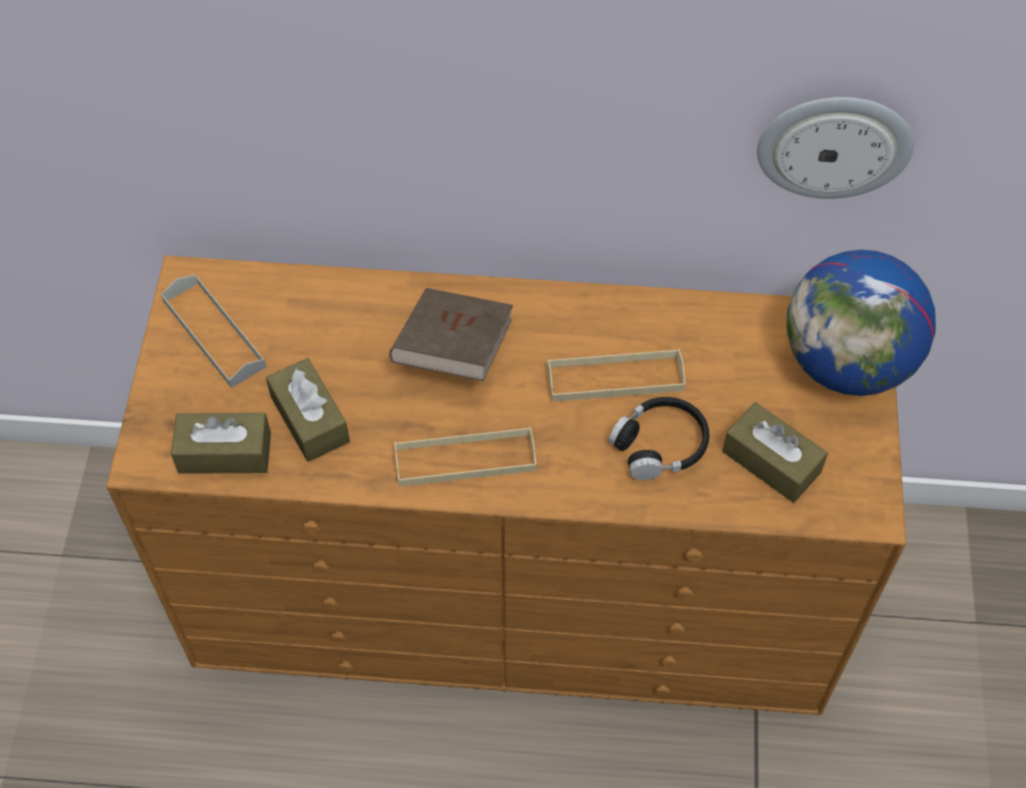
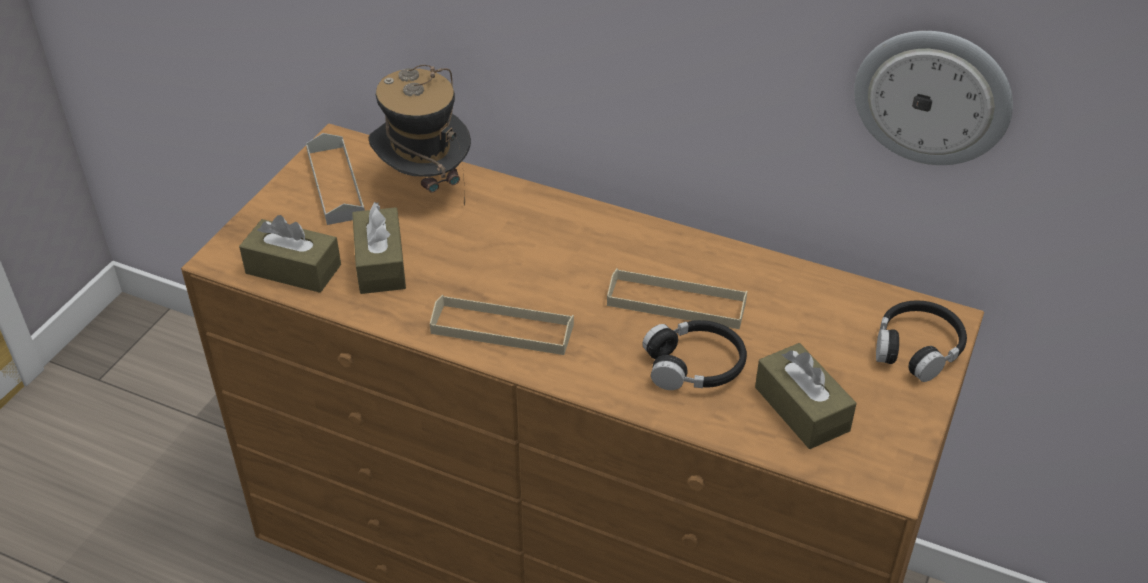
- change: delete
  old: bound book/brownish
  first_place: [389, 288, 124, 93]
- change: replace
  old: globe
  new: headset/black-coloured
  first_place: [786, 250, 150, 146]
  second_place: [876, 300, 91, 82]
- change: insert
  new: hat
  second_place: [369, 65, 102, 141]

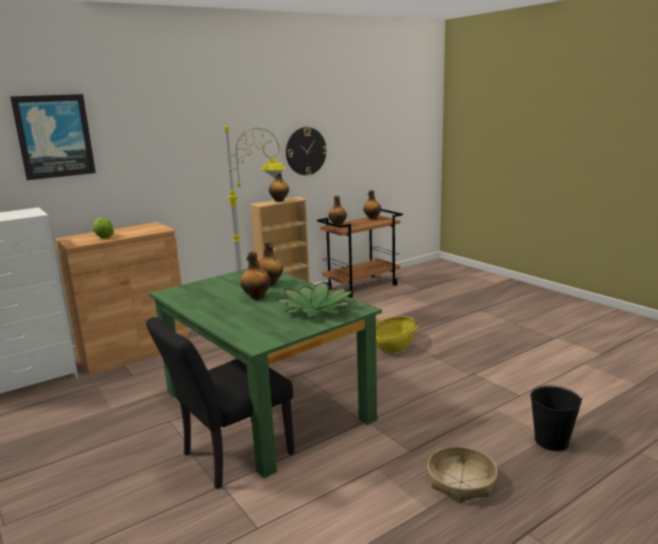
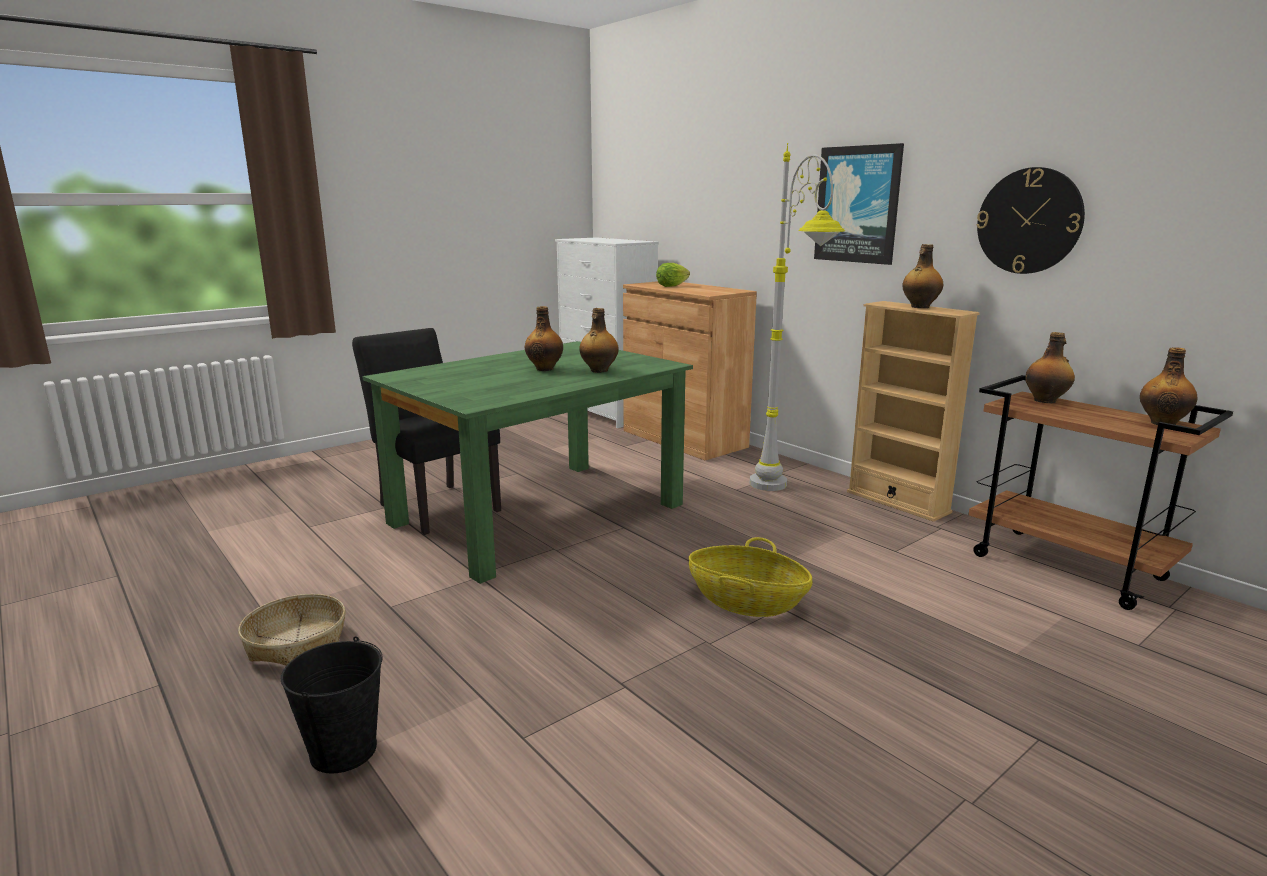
- change: move
  old: wall art
  first_place: [10, 94, 86, 86]
  second_place: [814, 143, 90, 122]
- change: delete
  old: potted plant
  first_place: [277, 282, 77, 36]

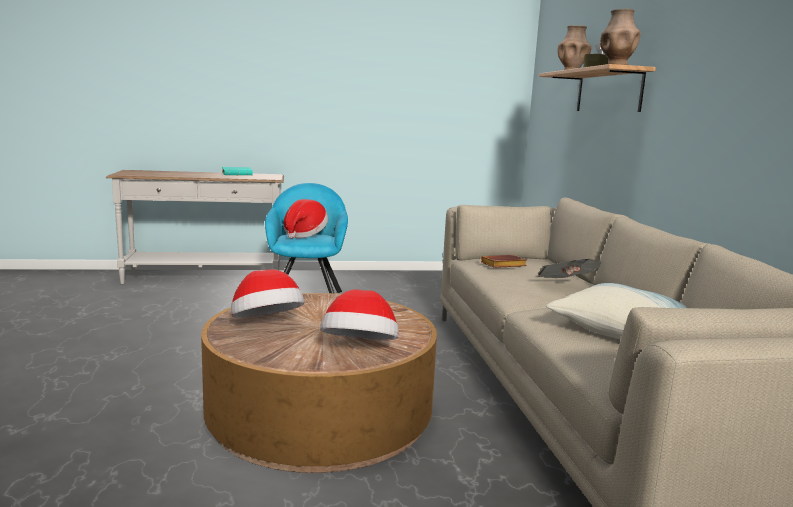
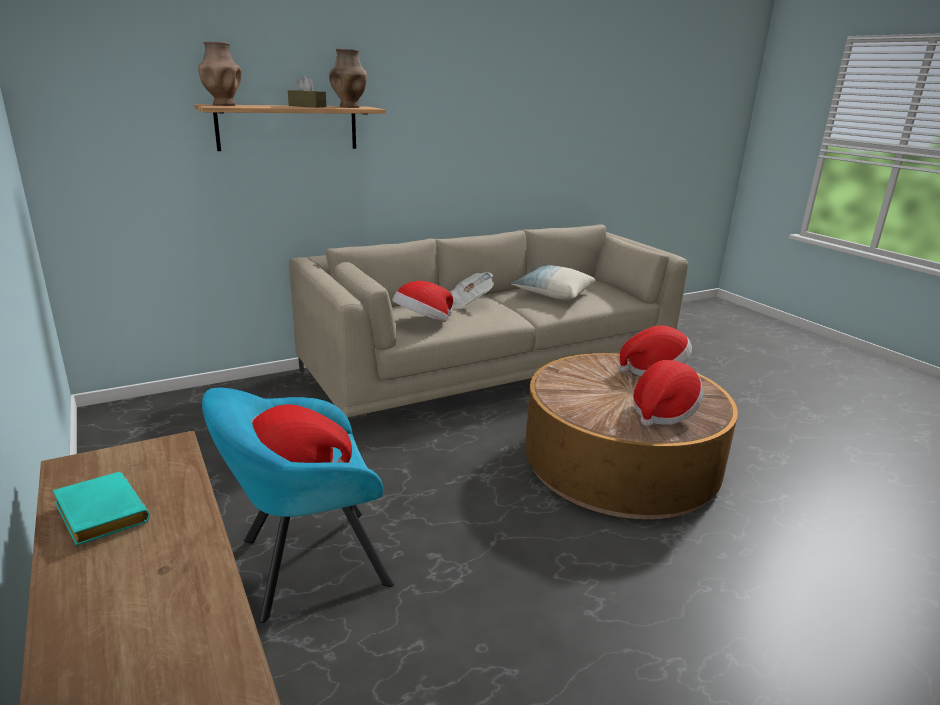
- change: replace
  old: bound book/brownish
  new: hat
  first_place: [481, 255, 46, 13]
  second_place: [392, 281, 61, 41]

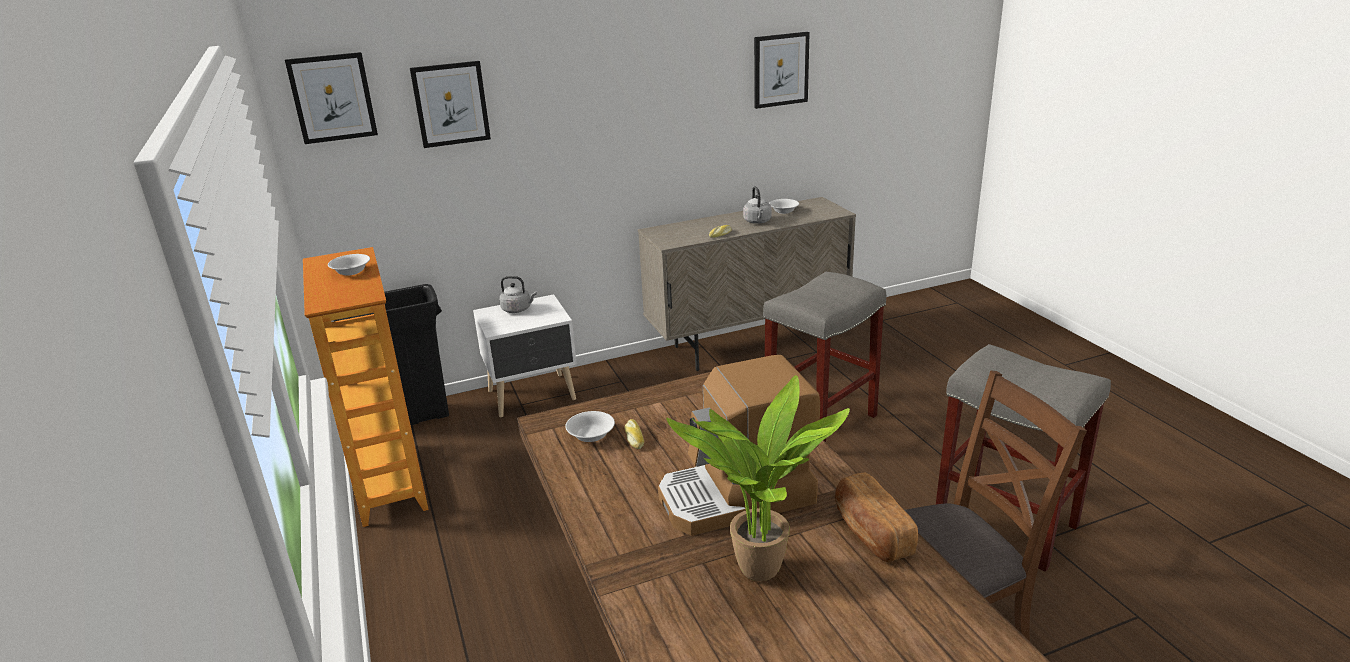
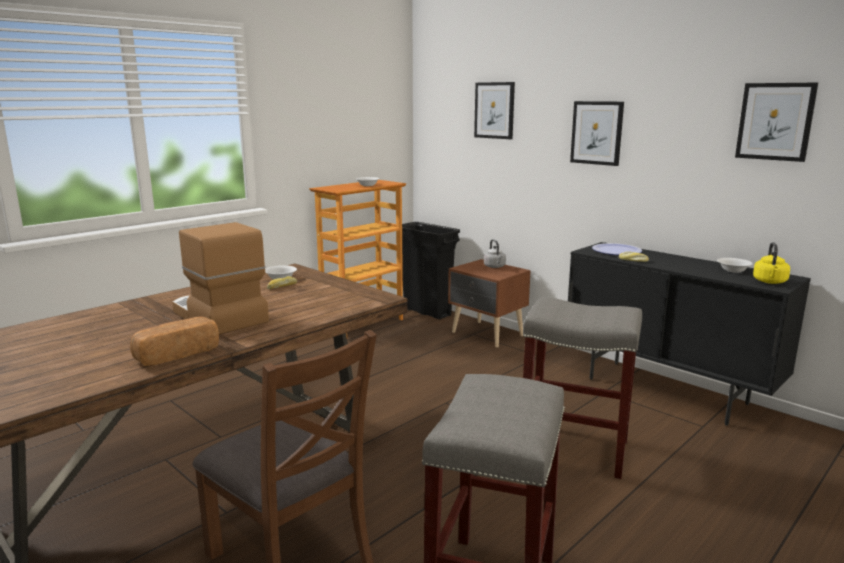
- change: move
  old: wall art
  first_place: [285, 52, 93, 92]
  second_place: [570, 101, 54, 65]
- change: recolor
  old: bedside table/whitish
  new: bedside table/brownish
  first_place: [473, 294, 104, 123]
  second_place: [448, 259, 83, 88]
- change: recolor
  old: storage cabinet/beige
  new: storage cabinet/black-coloured
  first_place: [638, 197, 218, 174]
  second_place: [568, 242, 243, 184]
- change: delete
  old: potted plant
  first_place: [666, 375, 184, 206]
- change: delete
  old: water kettle/greyish
  first_place: [743, 186, 29, 38]
- change: insert
  new: dinner plate
  second_place: [592, 243, 50, 12]
- change: insert
  new: water kettle/yellowish
  second_place: [753, 242, 37, 42]

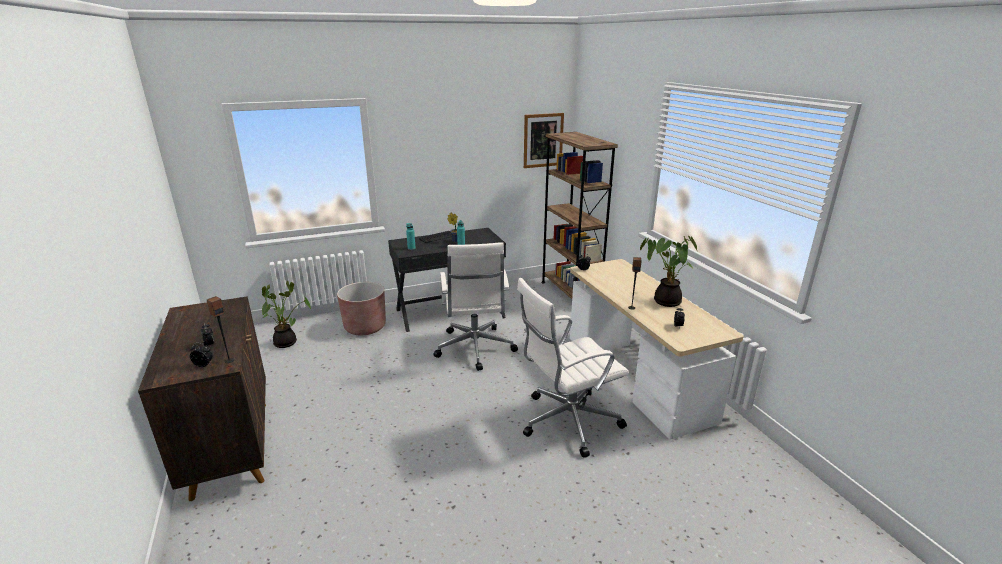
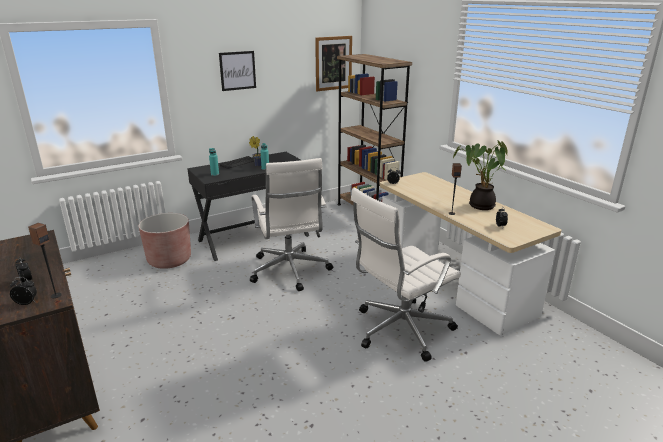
- change: delete
  old: potted plant
  first_place: [262, 281, 49, 67]
- change: insert
  new: wall art
  second_place: [219, 51, 37, 40]

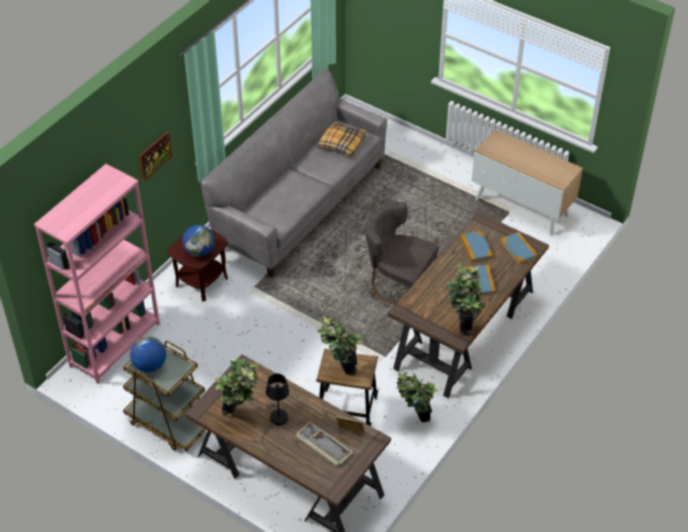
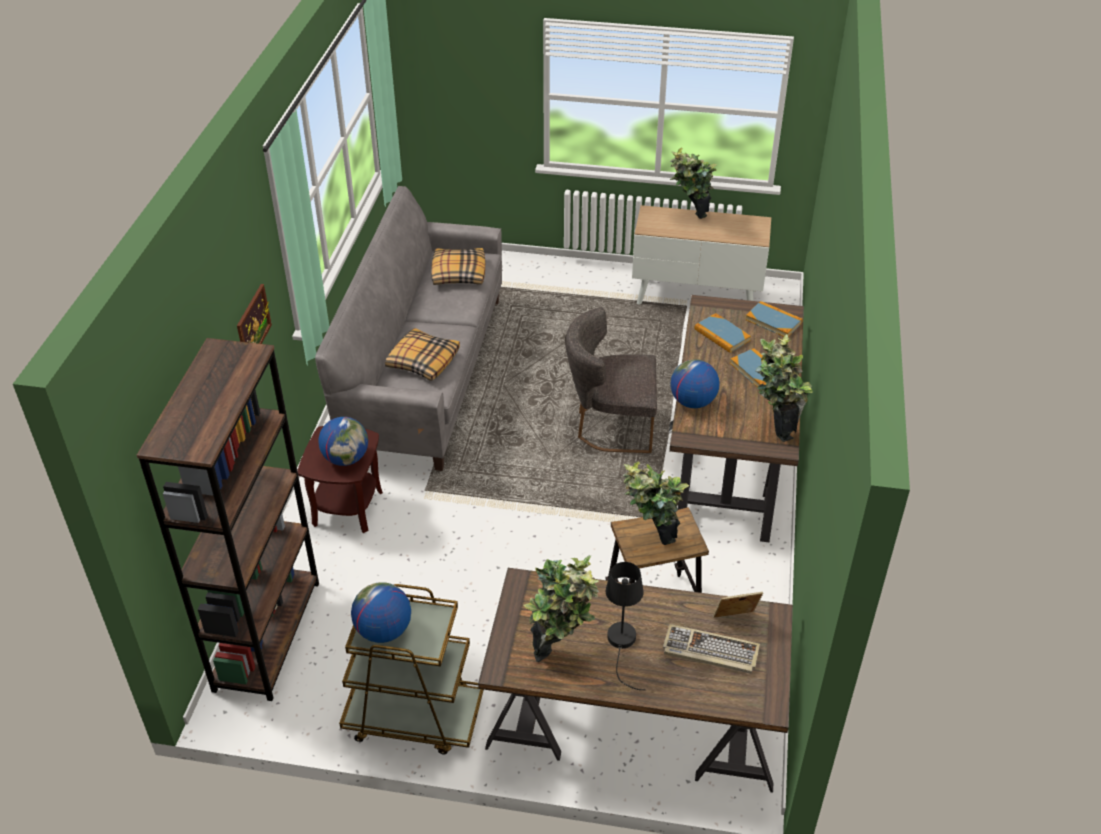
- change: recolor
  old: shelving unit/pink-coloured
  new: shelving unit/brownish
  first_place: [34, 164, 126, 220]
  second_place: [137, 338, 182, 363]
- change: move
  old: potted plant
  first_place: [397, 372, 41, 50]
  second_place: [670, 148, 46, 71]
- change: insert
  new: throw pillow
  second_place: [385, 328, 75, 53]
- change: insert
  new: globe
  second_place: [670, 359, 50, 49]

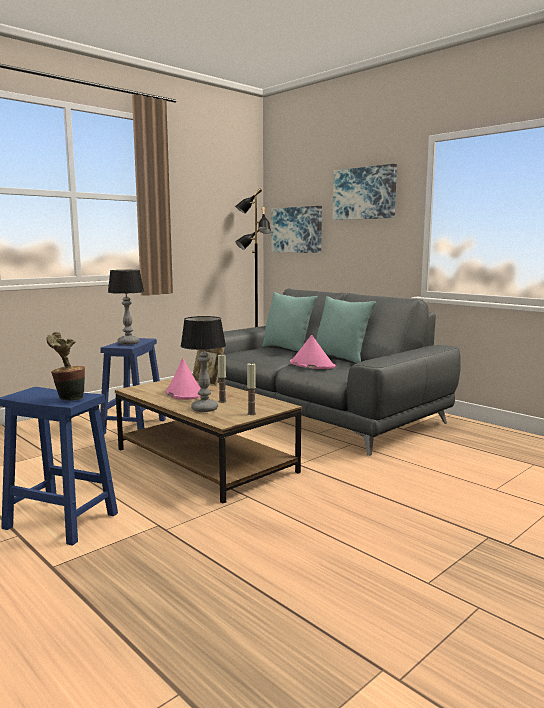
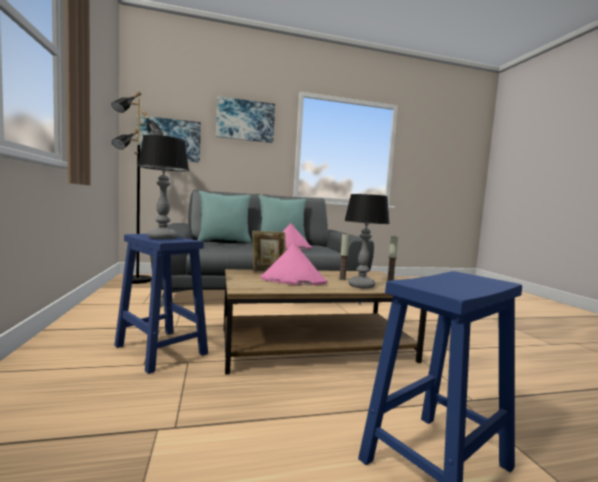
- change: delete
  old: potted plant
  first_place: [46, 332, 39, 69]

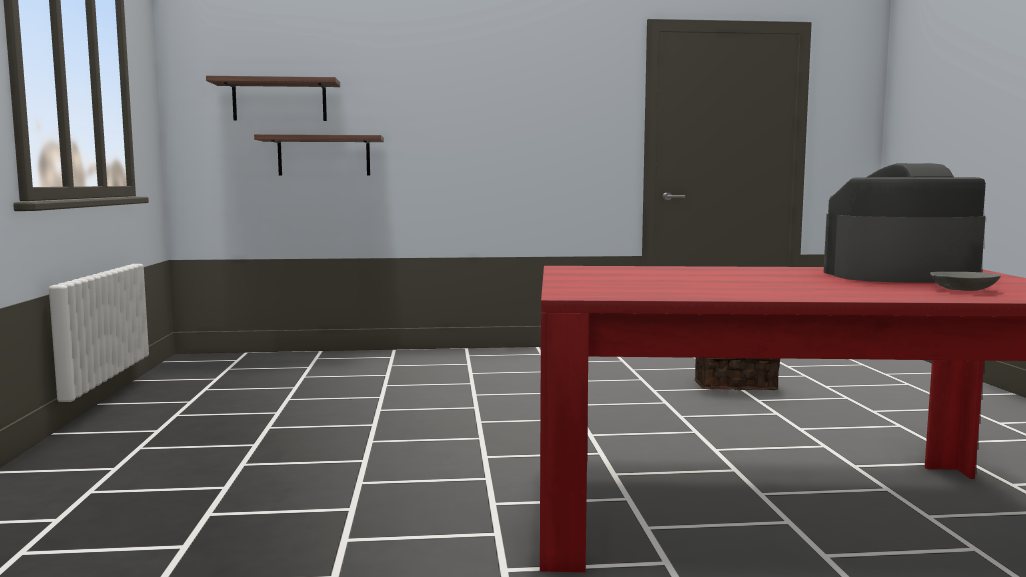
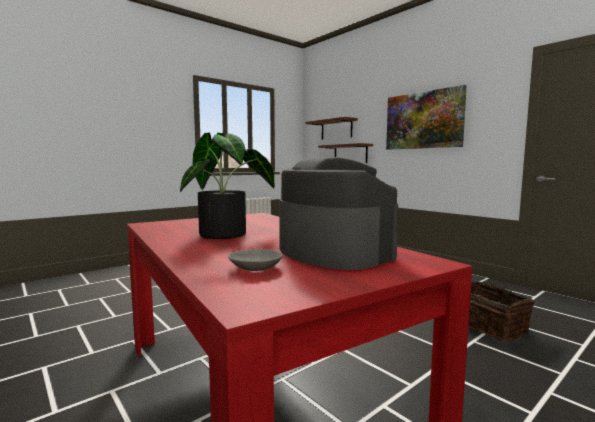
- change: insert
  new: potted plant
  second_place: [180, 133, 95, 106]
- change: insert
  new: wall art
  second_place: [386, 85, 81, 65]

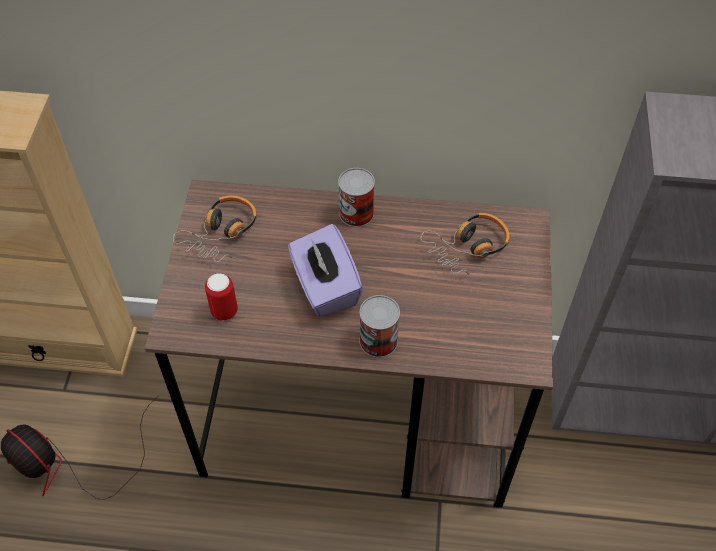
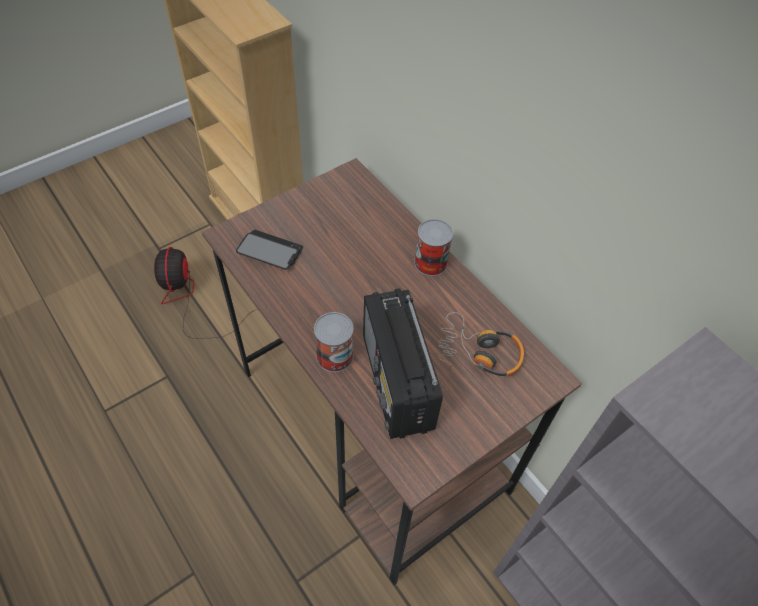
- change: delete
  old: headset
  first_place: [173, 195, 84, 67]
- change: replace
  old: can
  new: phone
  first_place: [205, 273, 33, 48]
  second_place: [236, 230, 67, 40]
- change: delete
  old: tissue holder/purple-coloured
  first_place: [288, 224, 75, 93]
- change: insert
  new: radio
  second_place: [363, 288, 80, 151]

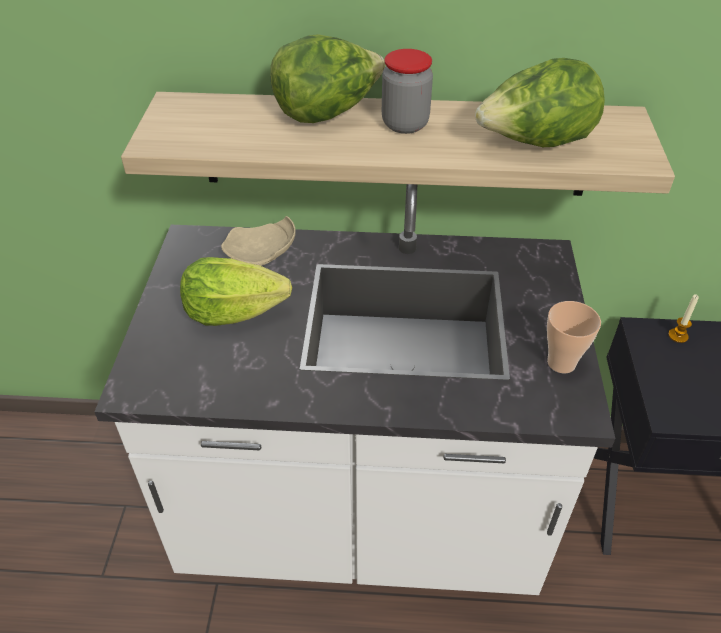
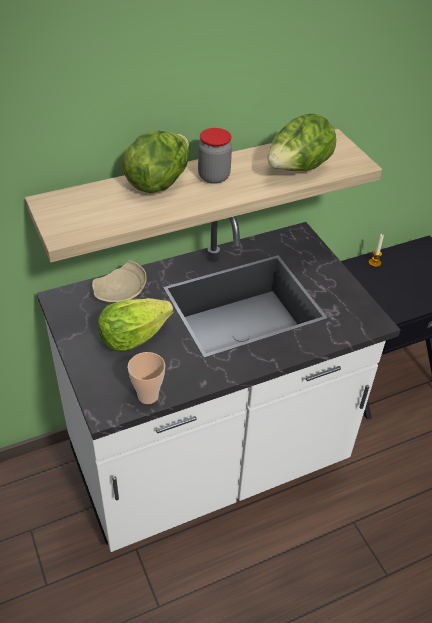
- change: move
  old: drinking cup
  first_place: [547, 301, 54, 72]
  second_place: [128, 352, 37, 52]

